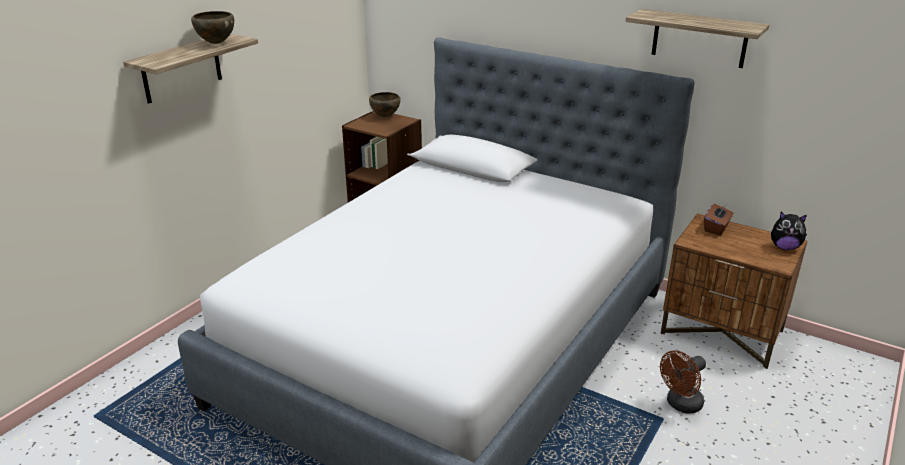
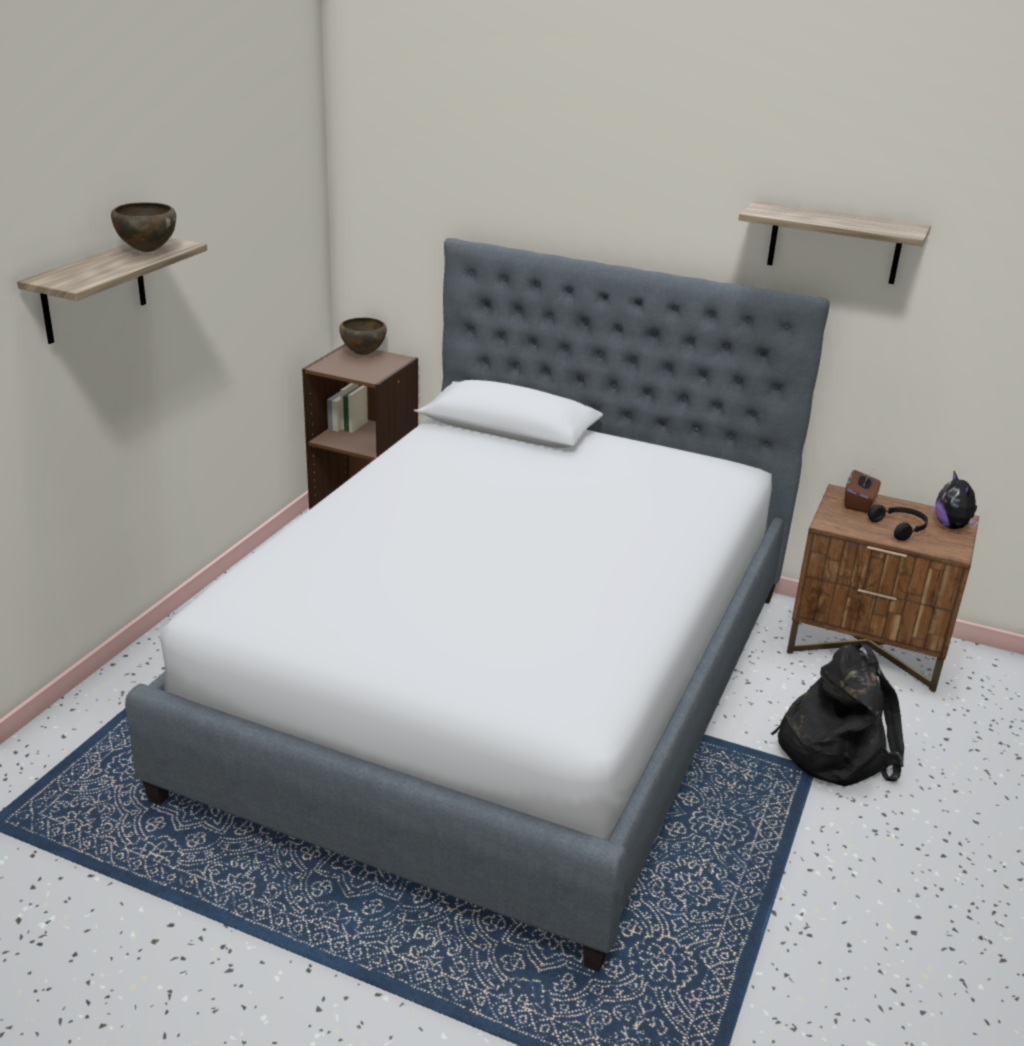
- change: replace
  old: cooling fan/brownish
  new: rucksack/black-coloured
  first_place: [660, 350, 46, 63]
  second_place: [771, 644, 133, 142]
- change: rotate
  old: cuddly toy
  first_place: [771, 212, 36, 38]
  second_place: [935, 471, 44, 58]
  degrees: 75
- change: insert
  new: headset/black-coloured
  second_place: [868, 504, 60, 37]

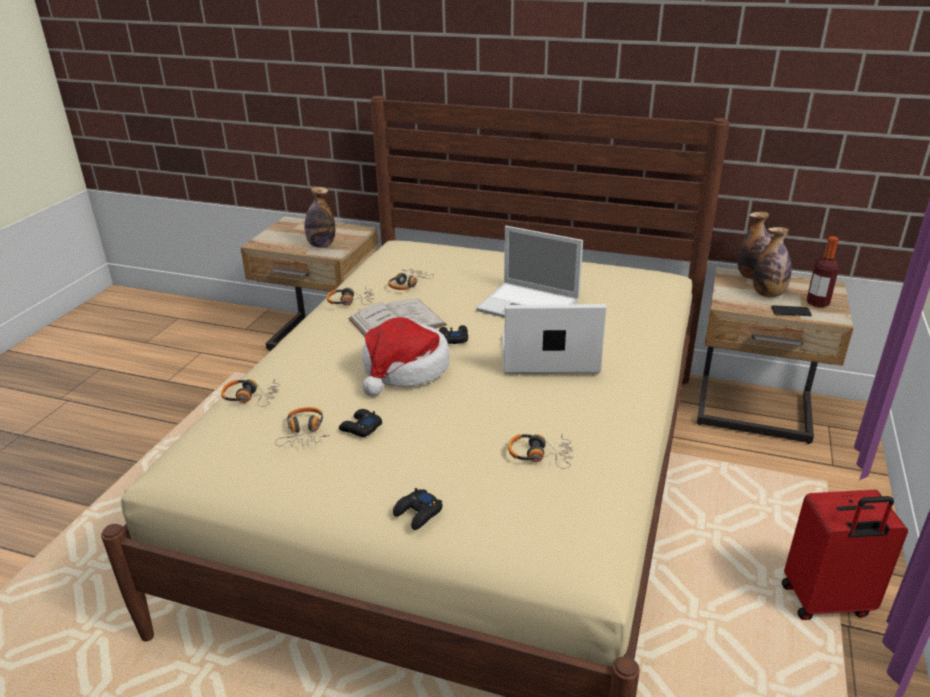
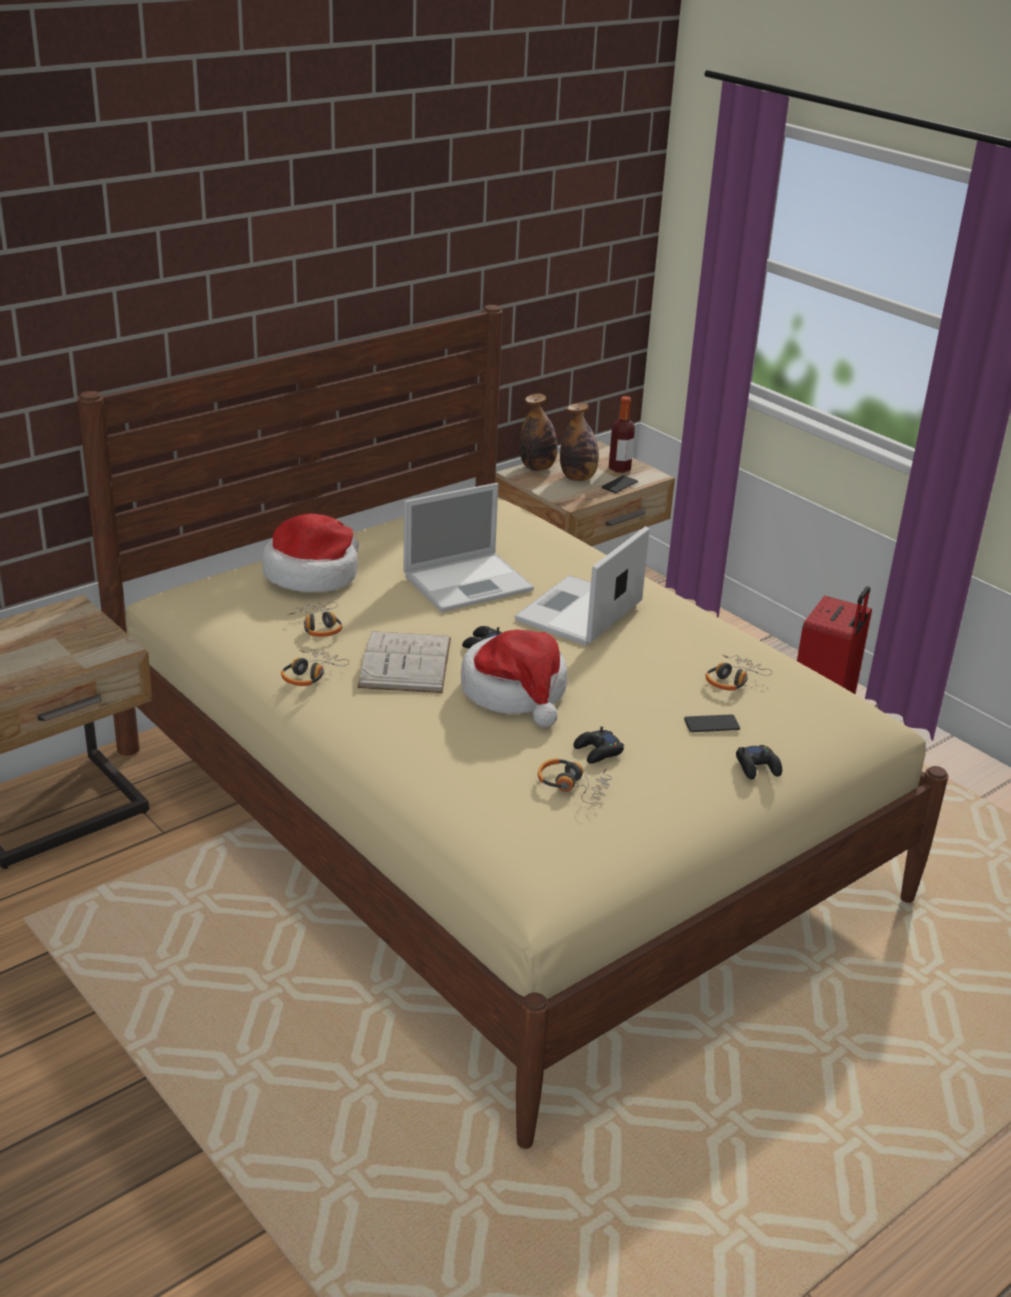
- change: delete
  old: headset
  first_place: [221, 379, 59, 28]
- change: delete
  old: bottle
  first_place: [305, 187, 30, 61]
- change: insert
  new: hat
  second_place: [262, 513, 97, 79]
- change: insert
  new: phone
  second_place: [684, 714, 56, 18]

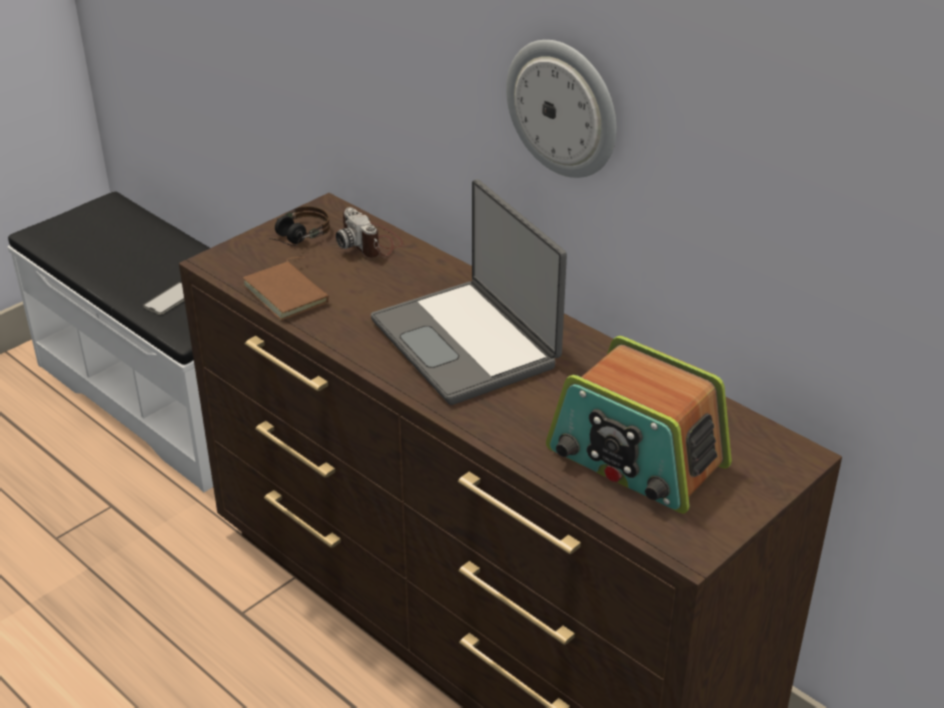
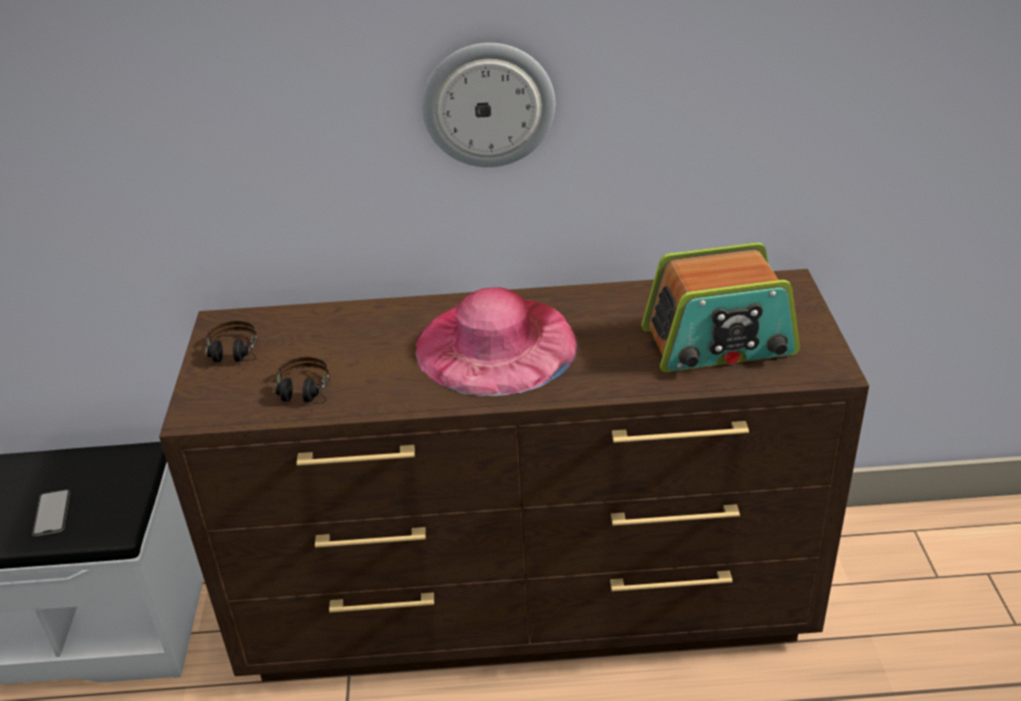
- change: replace
  old: bound book/brownish
  new: headset
  first_place: [243, 257, 86, 63]
  second_place: [274, 356, 56, 51]
- change: delete
  old: photo camera
  first_place: [336, 207, 67, 51]
- change: replace
  old: portable computer
  new: hat/pink-coloured
  first_place: [371, 179, 196, 226]
  second_place: [415, 287, 164, 109]

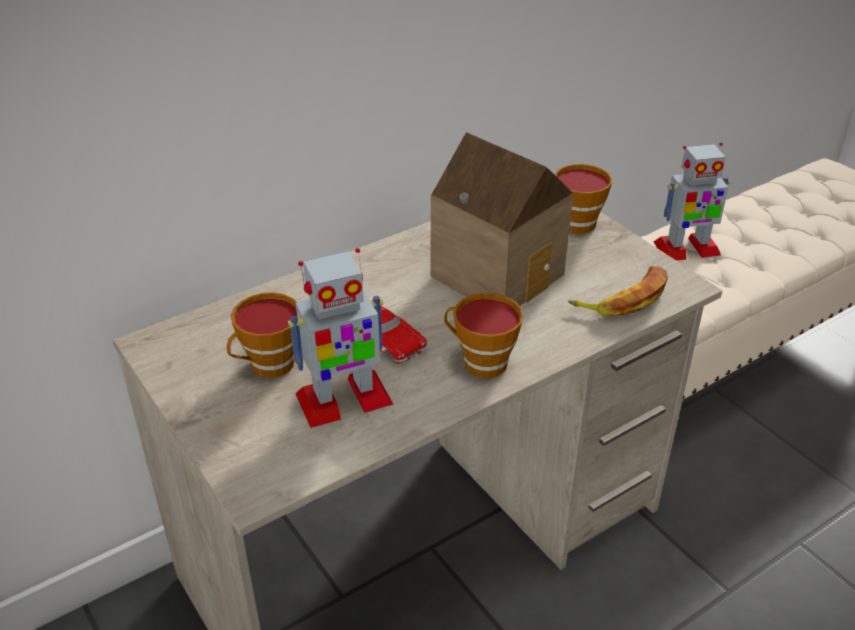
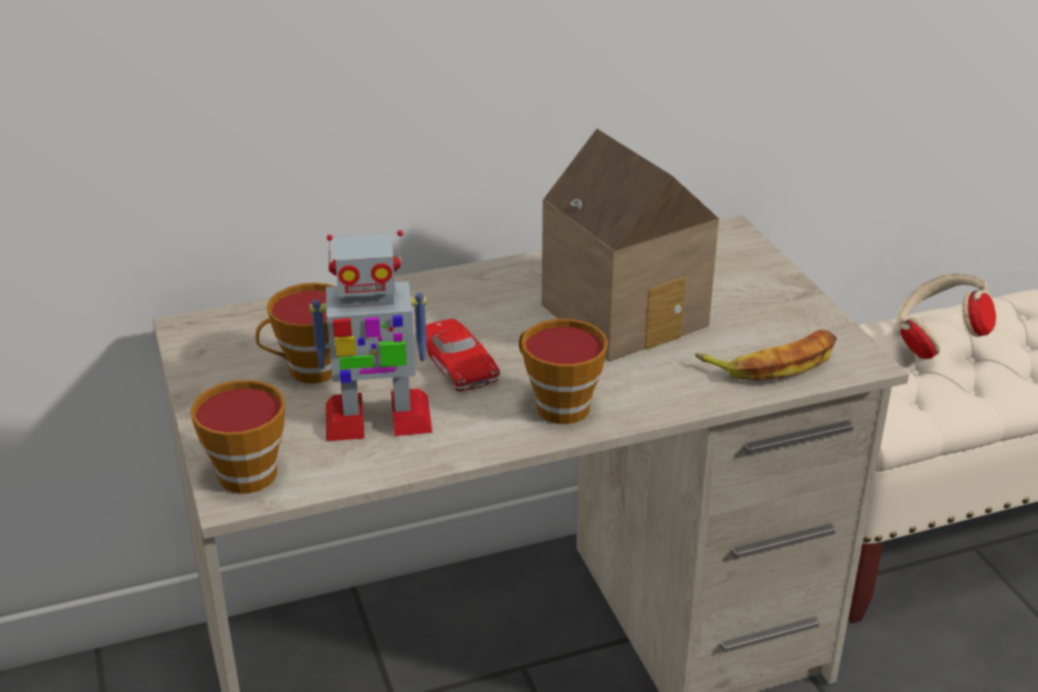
- change: move
  old: drinking cup
  first_place: [555, 164, 57, 70]
  second_place: [191, 380, 94, 114]
- change: replace
  old: robot figure
  new: headset/beige
  first_place: [654, 142, 76, 118]
  second_place: [896, 273, 100, 86]

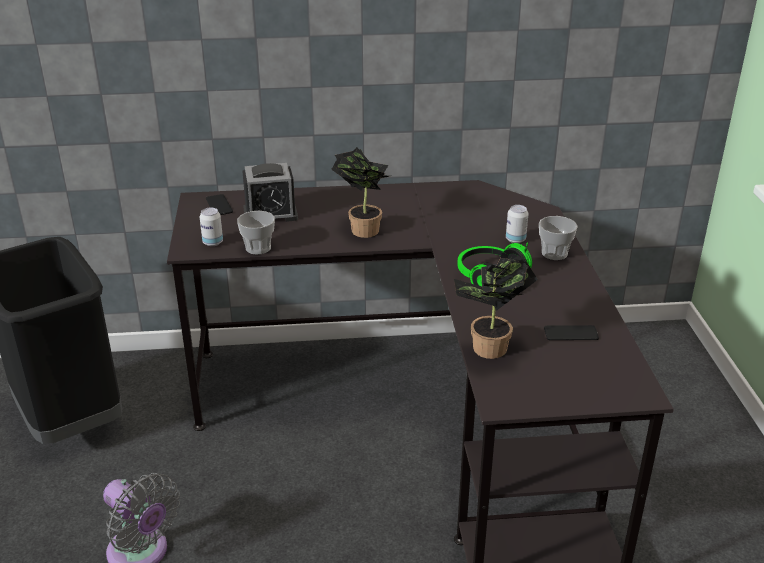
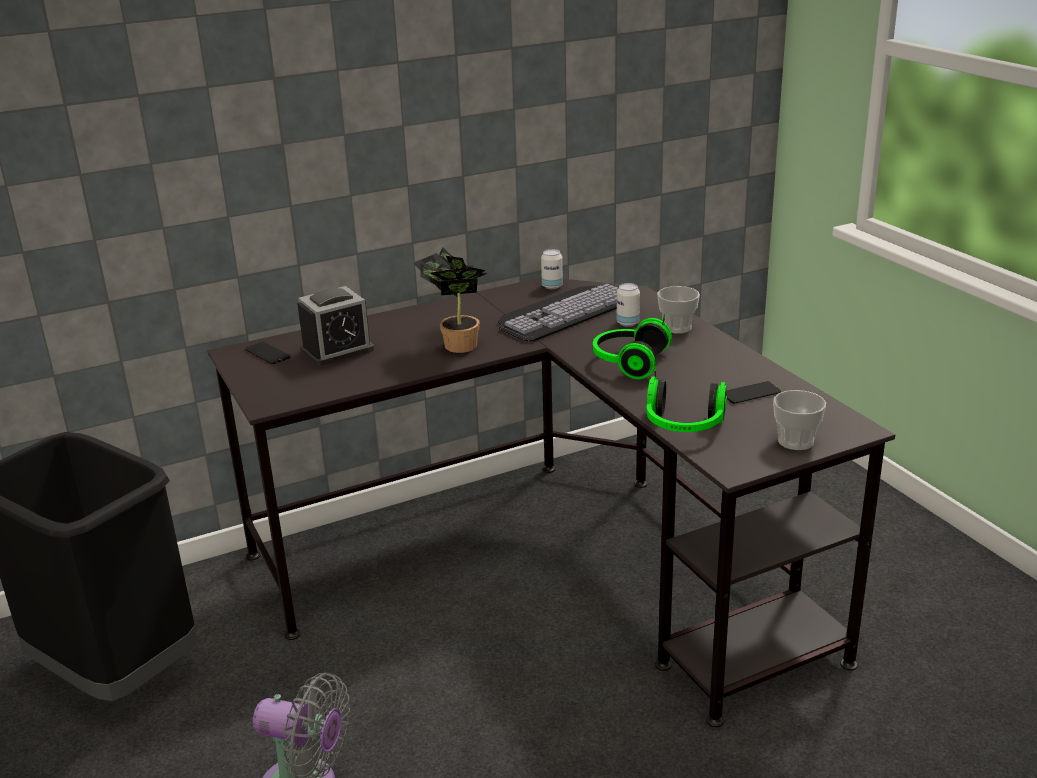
- change: move
  old: can
  first_place: [200, 207, 23, 39]
  second_place: [541, 249, 22, 40]
- change: move
  old: drinking cup
  first_place: [237, 211, 38, 44]
  second_place: [773, 390, 53, 60]
- change: replace
  old: potted plant
  new: headset
  first_place: [454, 255, 84, 104]
  second_place: [646, 367, 81, 65]
- change: insert
  new: computer keyboard
  second_place: [498, 284, 120, 58]

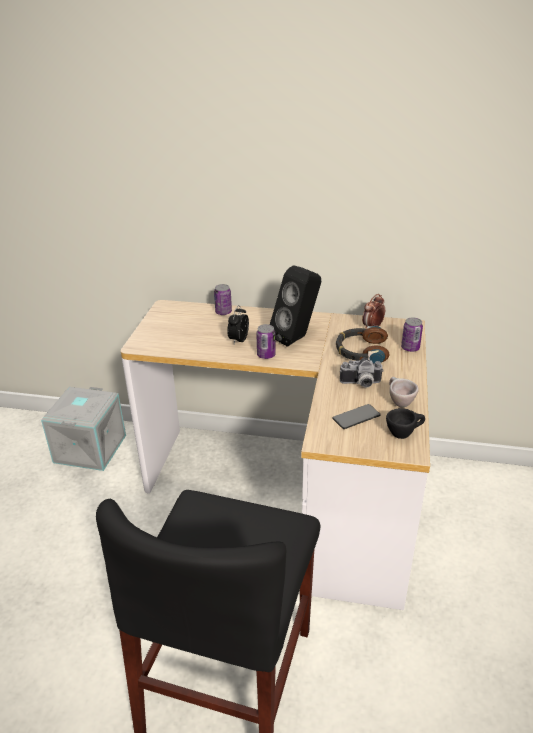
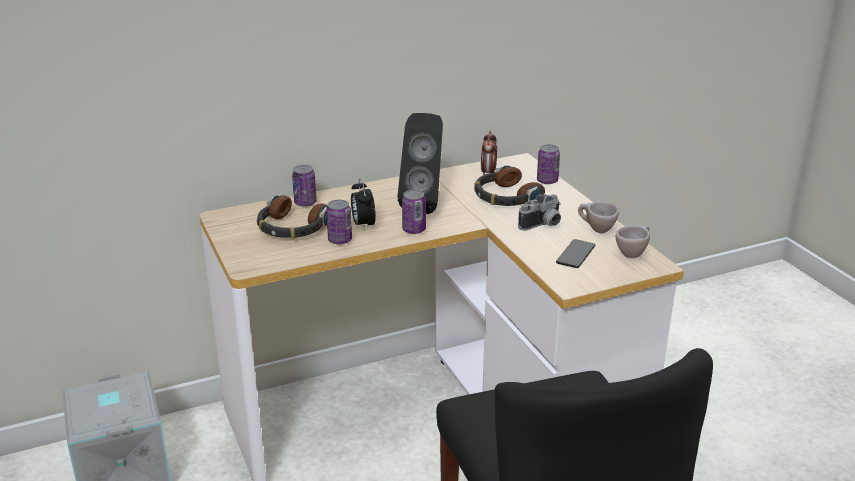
- change: recolor
  old: drinking cup/black-coloured
  new: drinking cup/beige
  first_place: [386, 408, 39, 31]
  second_place: [616, 225, 34, 33]
- change: insert
  new: headset
  second_place: [257, 195, 71, 44]
- change: insert
  new: can
  second_place: [326, 199, 26, 46]

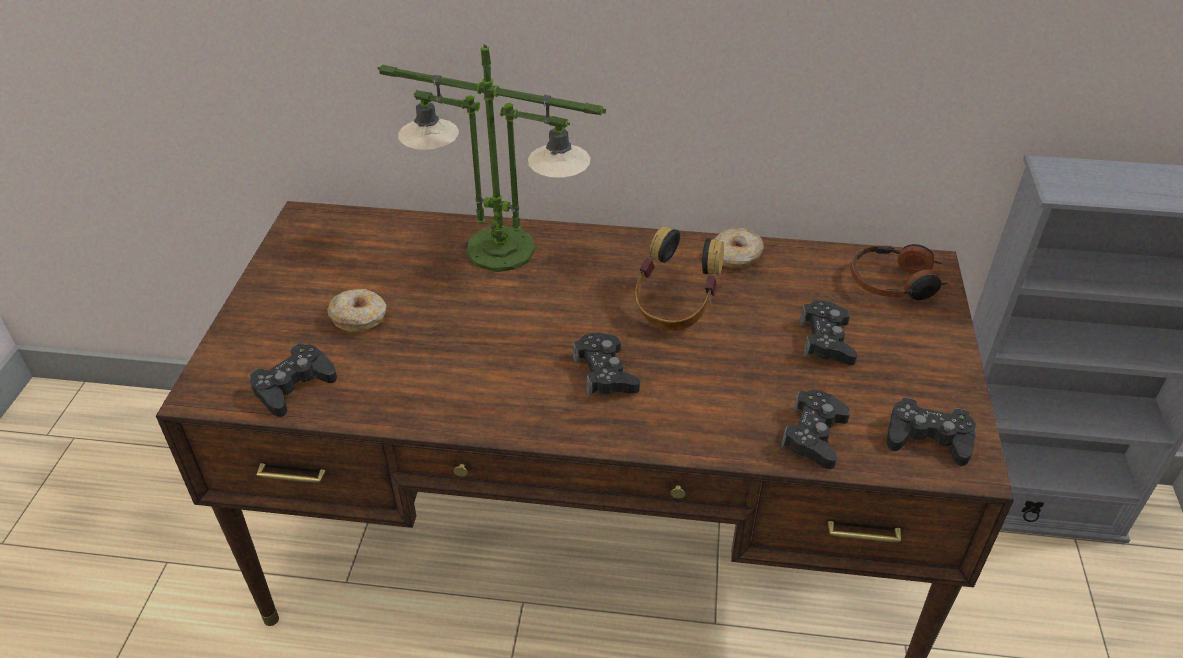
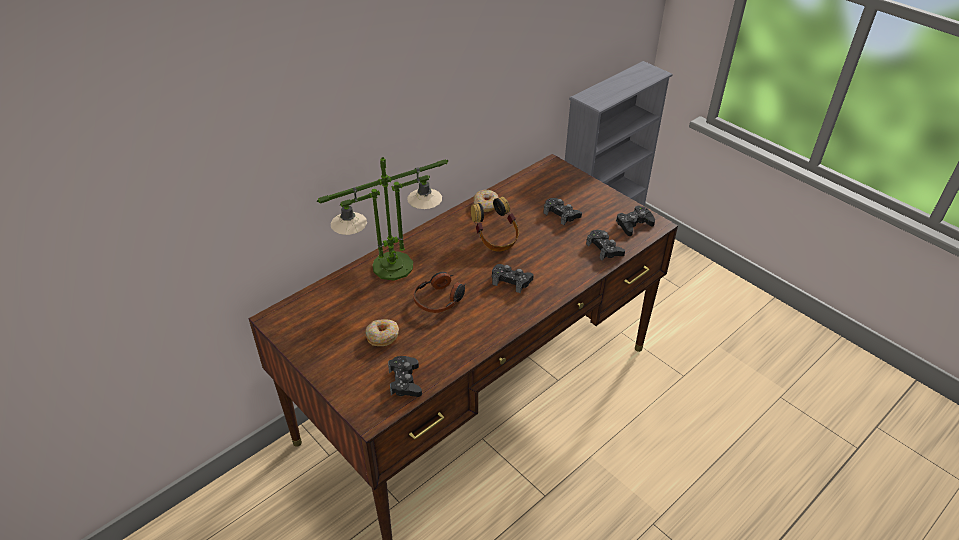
- change: move
  old: headset
  first_place: [850, 244, 98, 56]
  second_place: [413, 272, 53, 41]

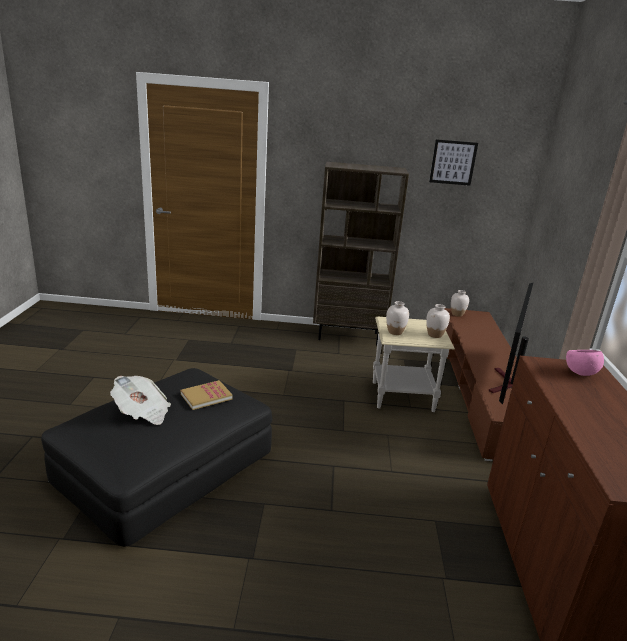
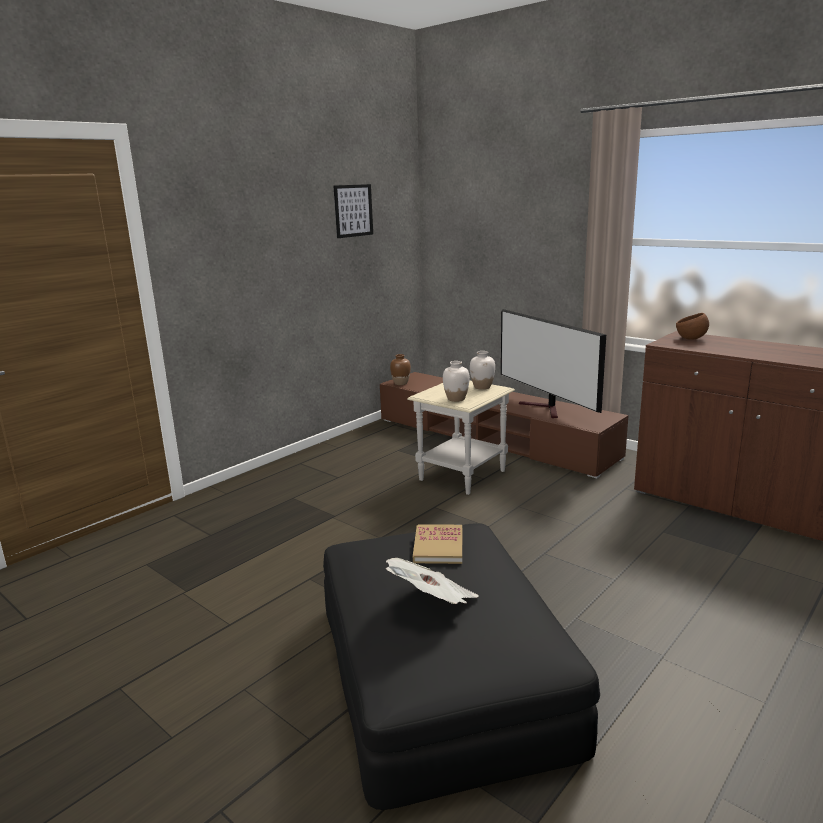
- change: delete
  old: shelving unit/brownish
  first_place: [313, 162, 96, 183]
- change: recolor
  old: decorative vase/whitish
  new: decorative vase/brownish
  first_place: [451, 290, 18, 27]
  second_place: [390, 354, 21, 31]
- change: recolor
  old: deep dish/pink-coloured
  new: deep dish/brownish
  first_place: [566, 350, 38, 26]
  second_place: [676, 313, 33, 27]

